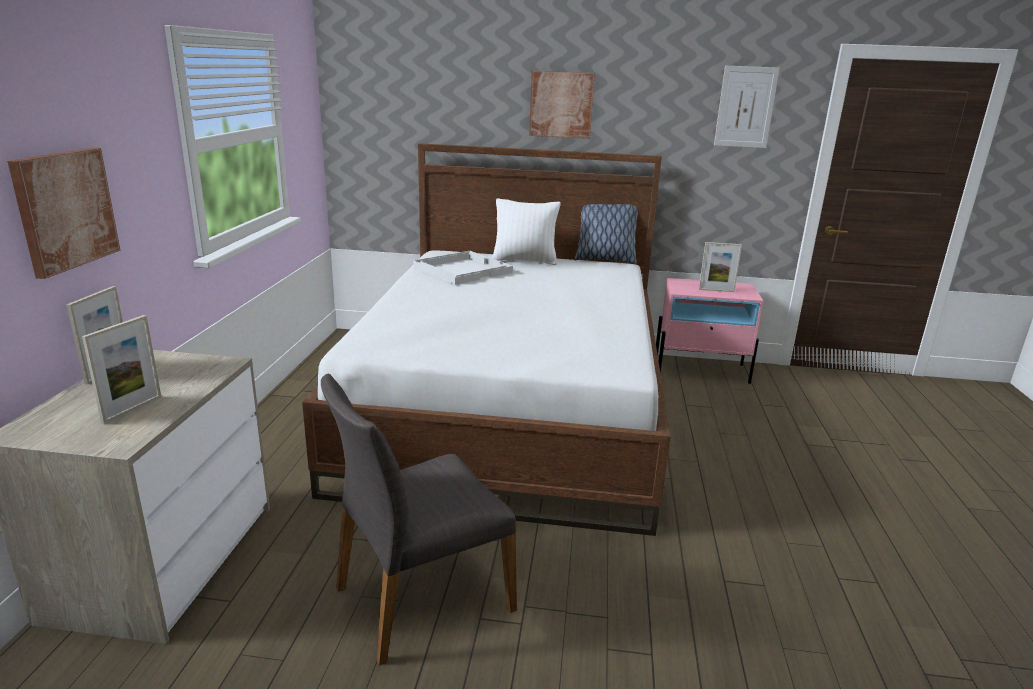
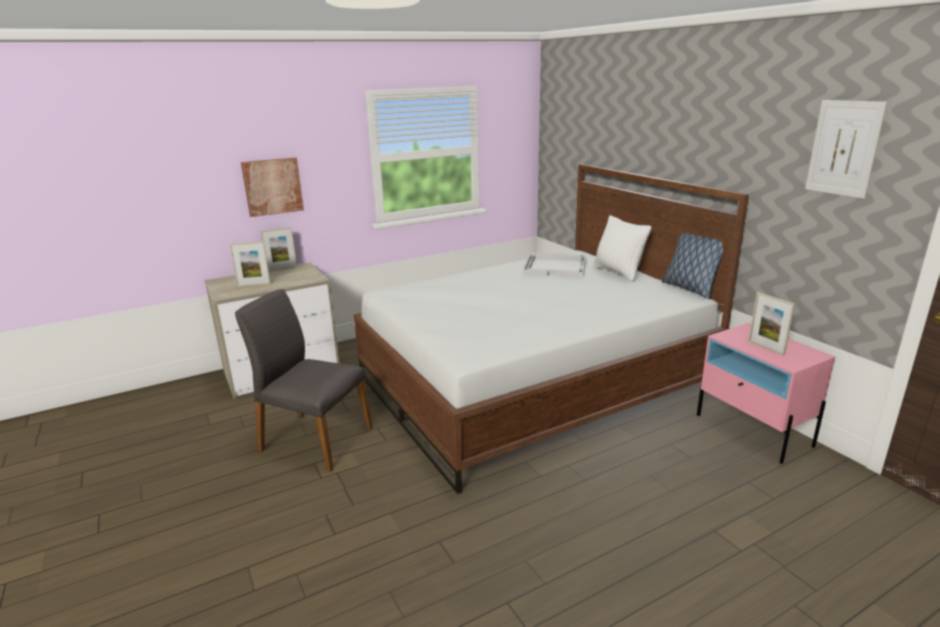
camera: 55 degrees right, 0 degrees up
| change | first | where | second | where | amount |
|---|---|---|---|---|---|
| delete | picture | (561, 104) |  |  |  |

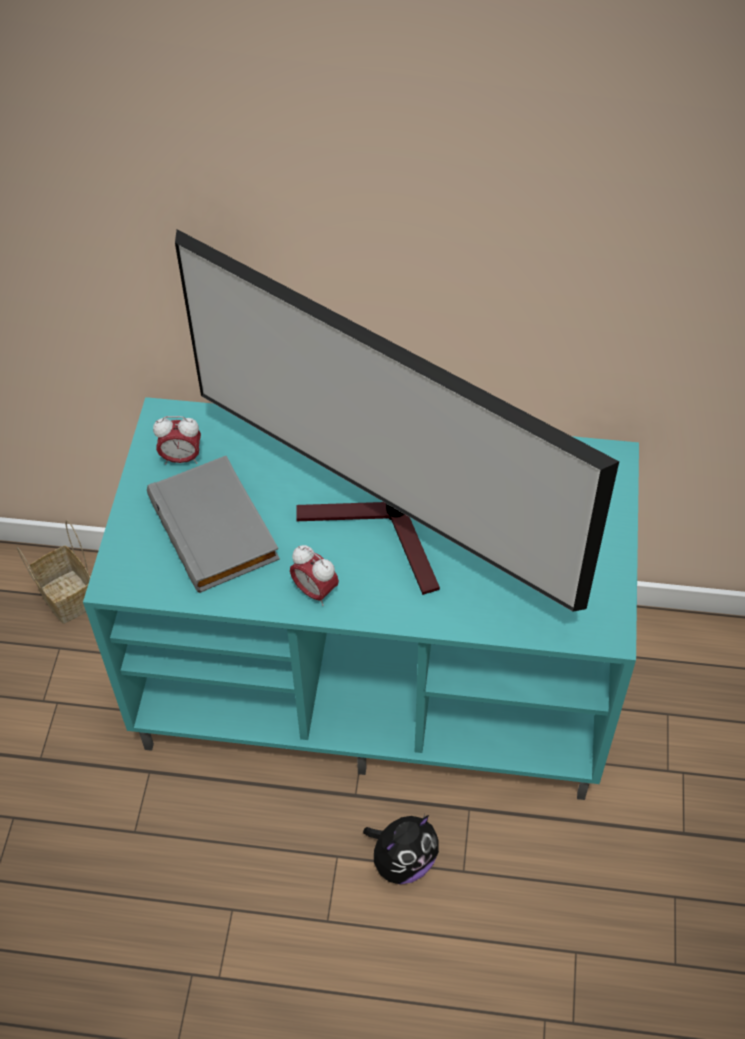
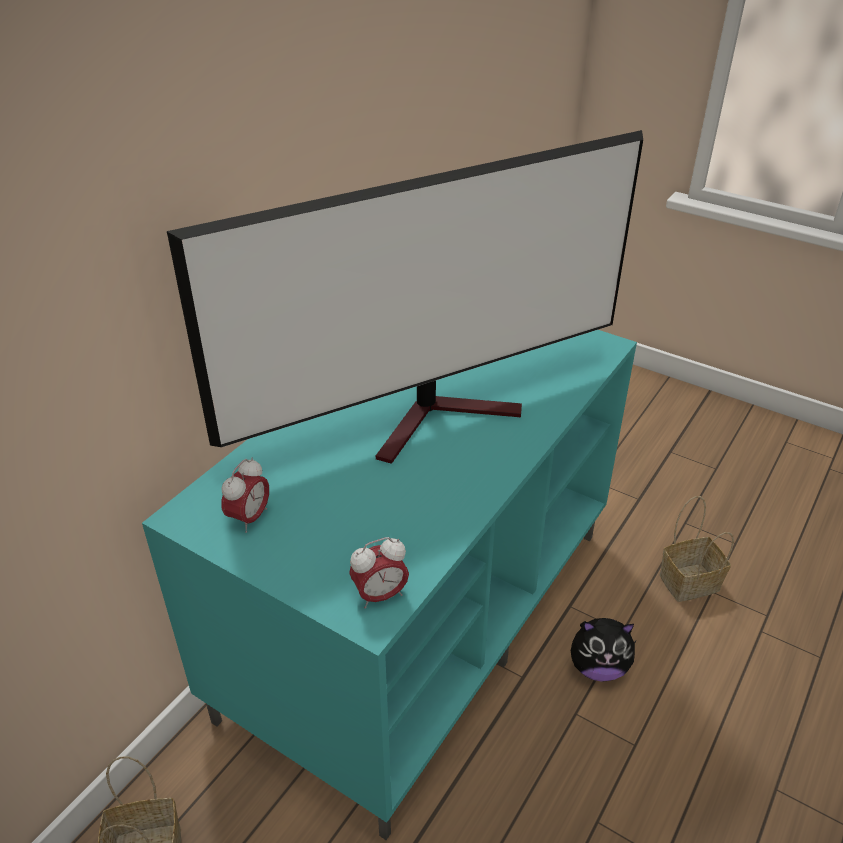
camera: 65 degrees left, 15 degrees down
| change | first | where | second | where | amount |
|---|---|---|---|---|---|
| delete | grey book | (217, 528) |  |  |  |
| insert |  |  | household basket | (688, 583) |  |
| move | table clock | (315, 591) |  | (380, 595) |  |
| rotate | plush toy | (403, 860) |  | (598, 667) | 105 degrees clockwise |

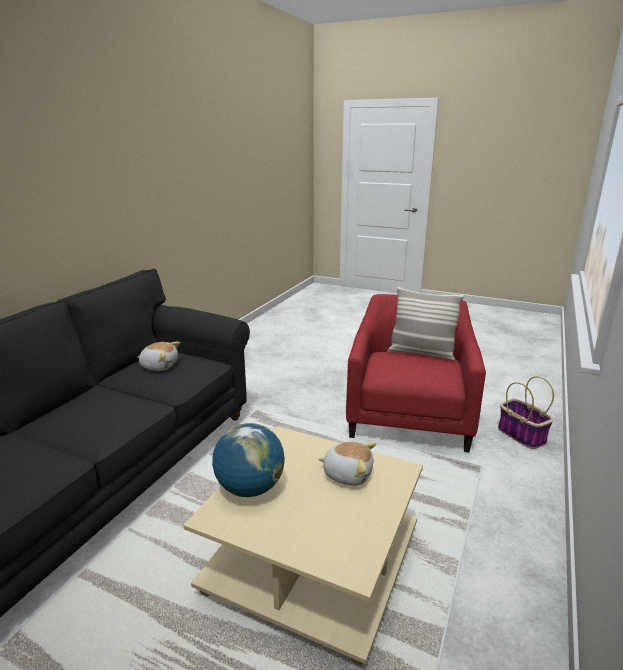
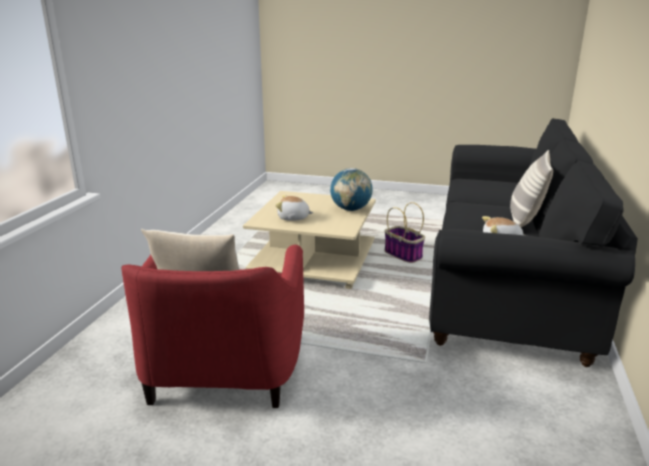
camera: 170 degrees right, 0 degrees up
| change | first | where | second | where | amount |
|---|---|---|---|---|---|
| insert |  |  | pillow | (525, 220) |  |
| move | household basket | (520, 435) |  | (404, 255) |  |

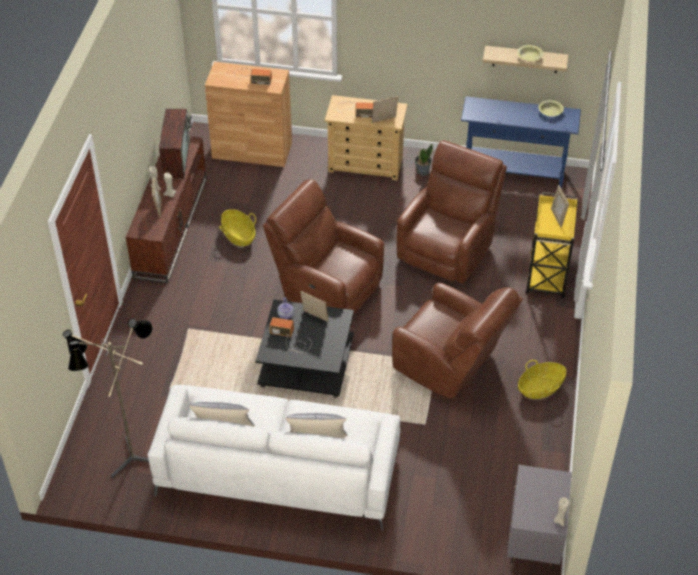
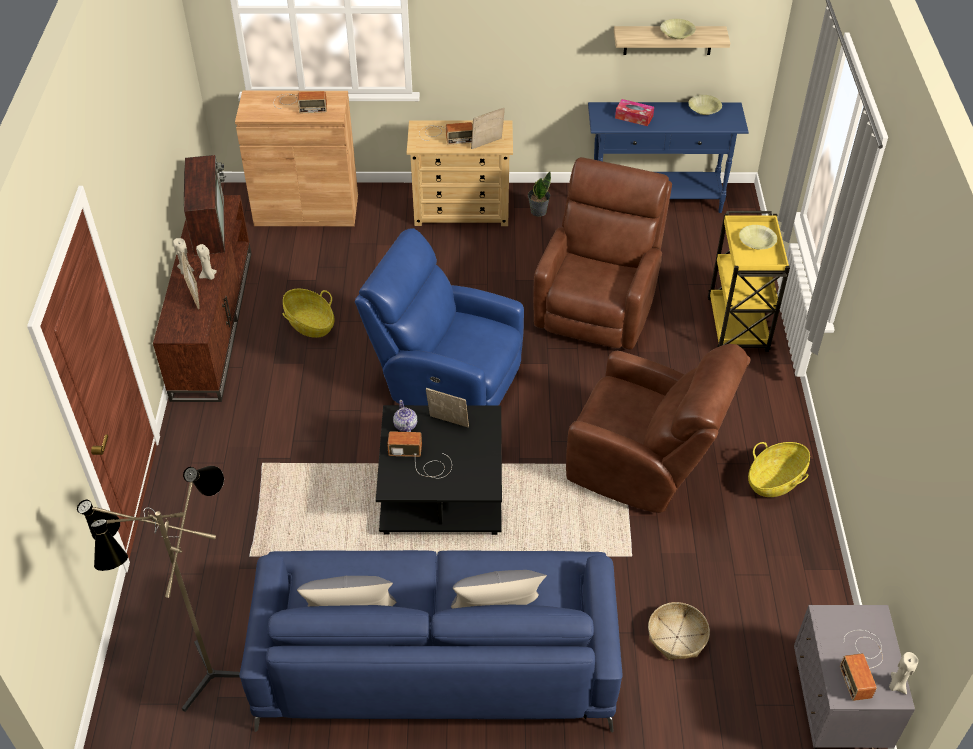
camera: 10 degrees left, 0 degrees up
| change | first | where | second | where | amount |
|---|---|---|---|---|---|
| insert |  |  | tissue holder | (634, 117) |  |
| insert |  |  | household basket | (676, 637) |  |
| insert |  |  | radio | (861, 663) |  |
| replace | photo frame | (558, 217) | yellow serving bowl | (757, 242) |  |
| recolor | white sofa | (278, 468) | bluish sofa | (436, 656) |  |
| recolor | brown-coloured easy chair | (326, 288) | bluish easy chair | (447, 379) |  |

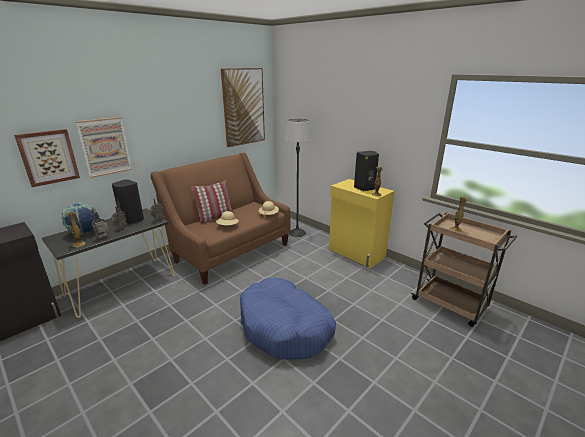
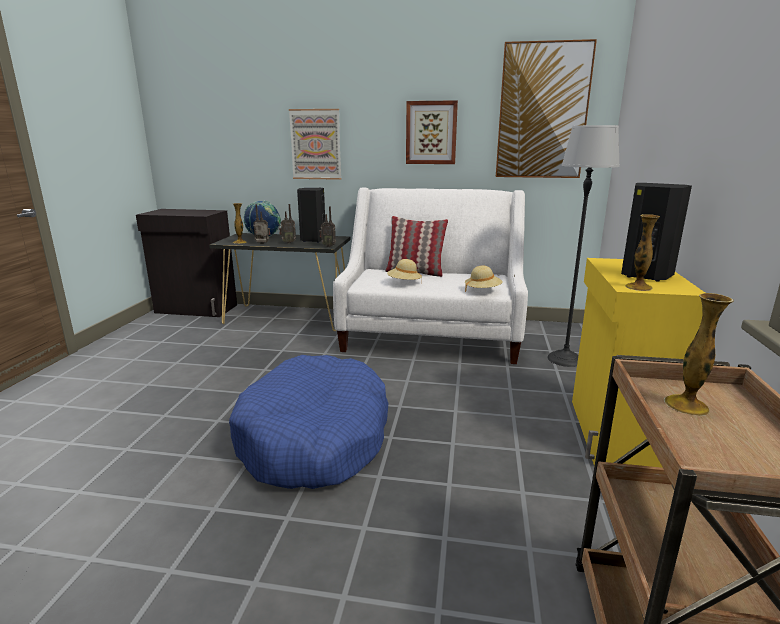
camera: 55 degrees right, 5 degrees down
| change | first | where | second | where | amount |
|---|---|---|---|---|---|
| move | picture | (48, 157) |  | (431, 133) |  |
| recolor | brown-coloured sofa | (229, 251) | white sofa | (431, 336) |  |

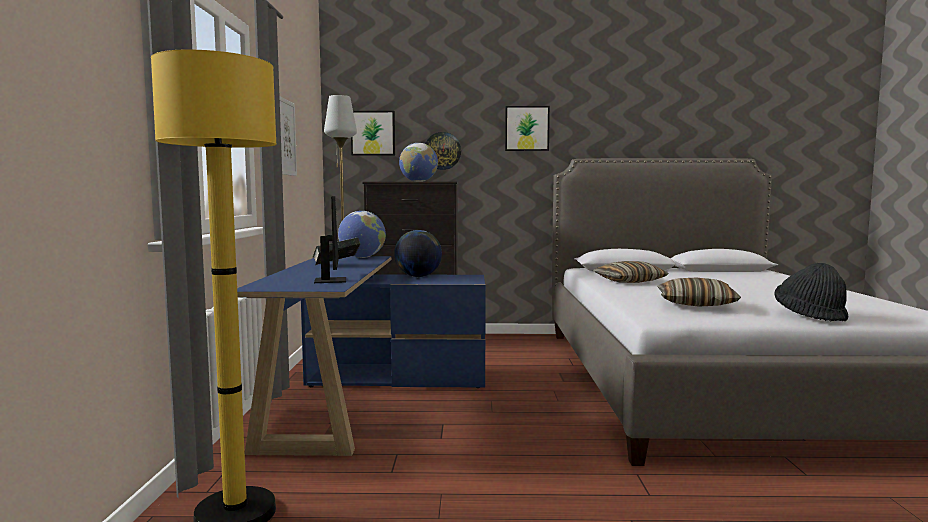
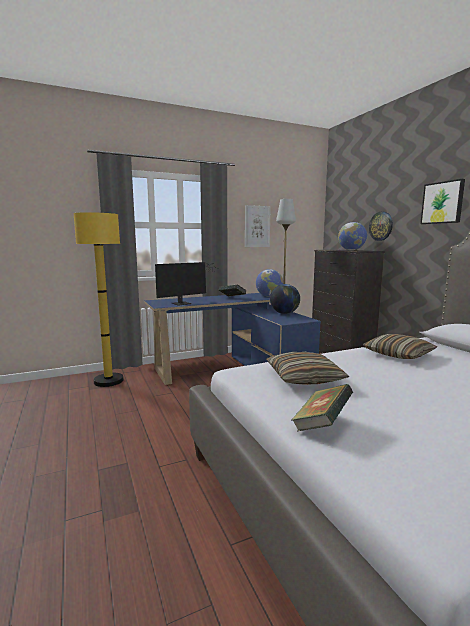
camera: 65 degrees right, 5 degrees up
| change | first | where | second | where | amount |
|---|---|---|---|---|---|
| delete | picture | (373, 133) |  |  |  |
| replace | black-coloured clothing hat | (809, 315) | book | (321, 424) |  |

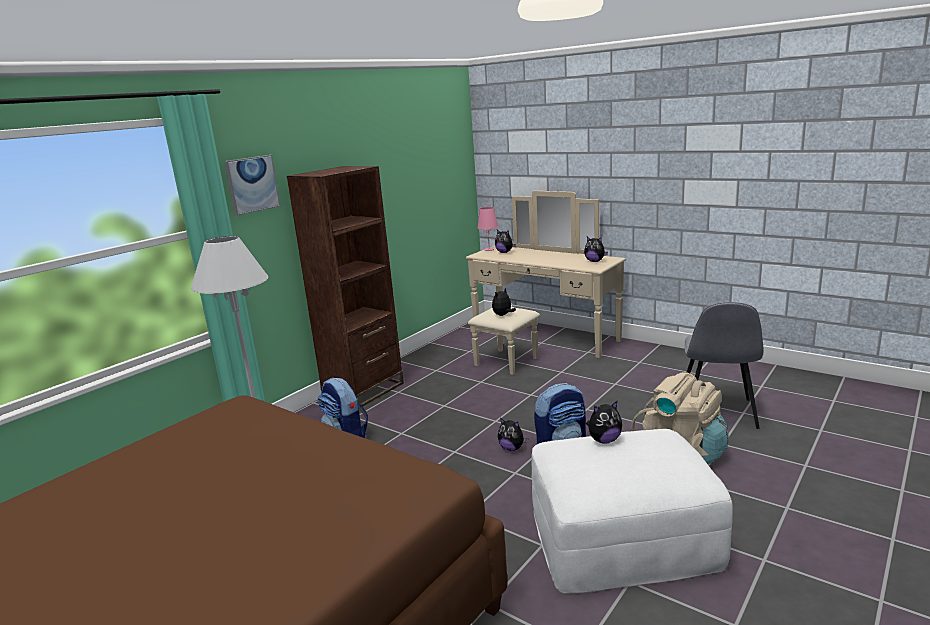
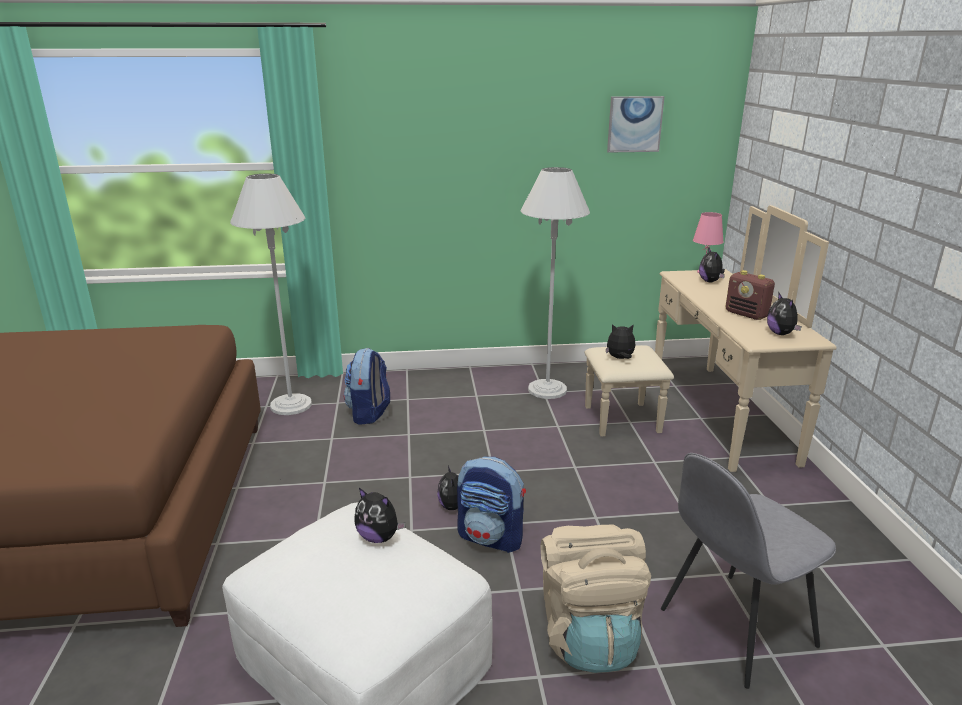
camera: 45 degrees right, 5 degrees up
| change | first | where | second | where | amount |
|---|---|---|---|---|---|
| delete | brown-coloured bookcase | (364, 391) |  |  |  |
| insert |  |  | white floor lamp | (547, 389) |  |
| insert |  |  | radio | (747, 314) |  |
| move | picture | (252, 184) |  | (634, 124) |  |

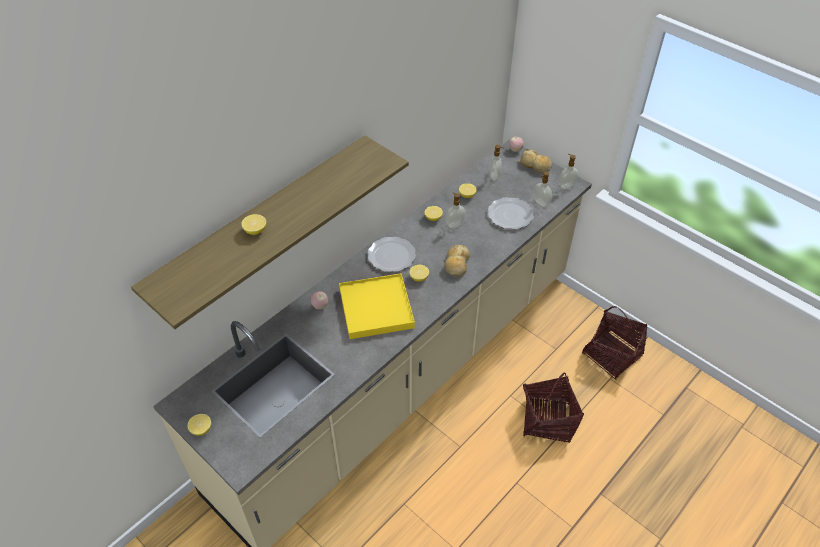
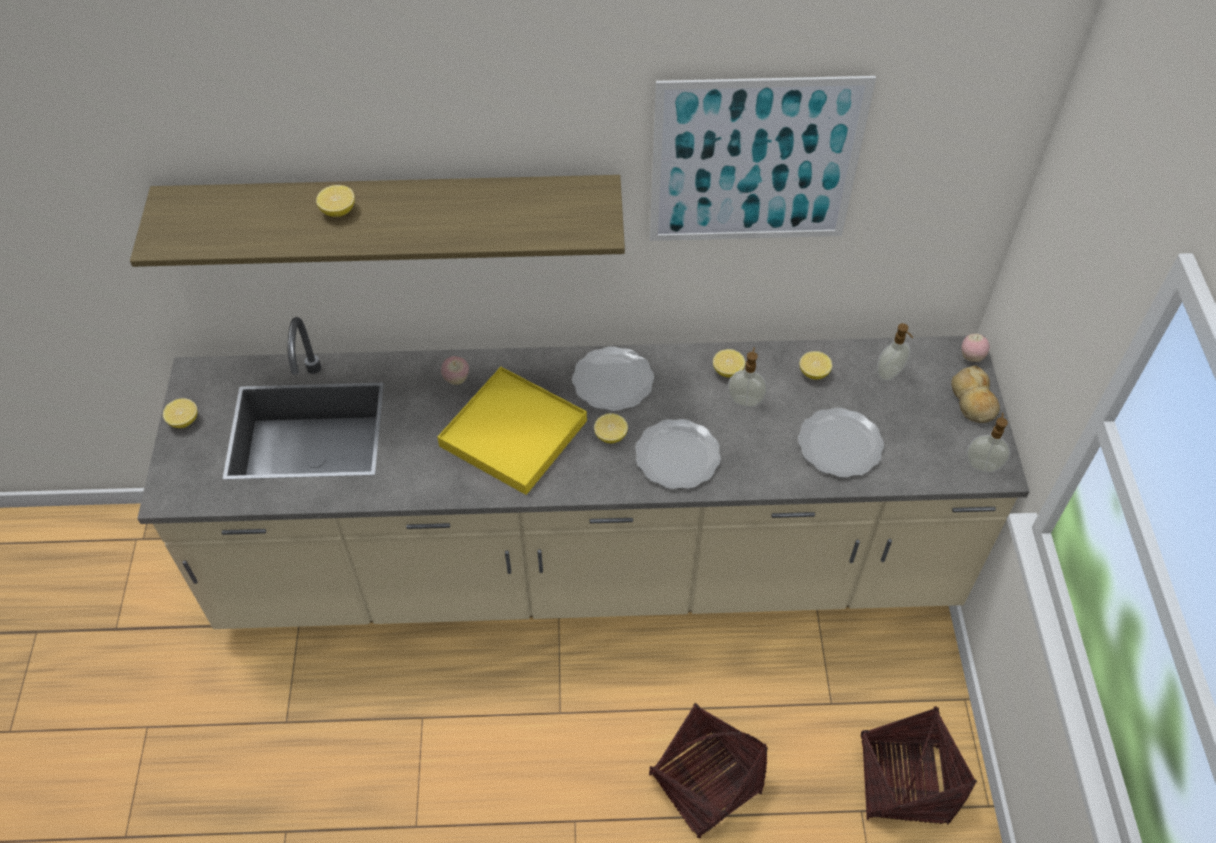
camera: 45 degrees right, 5 degrees up
| change | first | where | second | where | amount |
|---|---|---|---|---|---|
| delete | liquid soap bottle | (540, 203) |  |  |  |
| insert |  |  | picture | (755, 162) |  |
| replace | baked bread | (456, 265) | plate | (679, 456) |  |

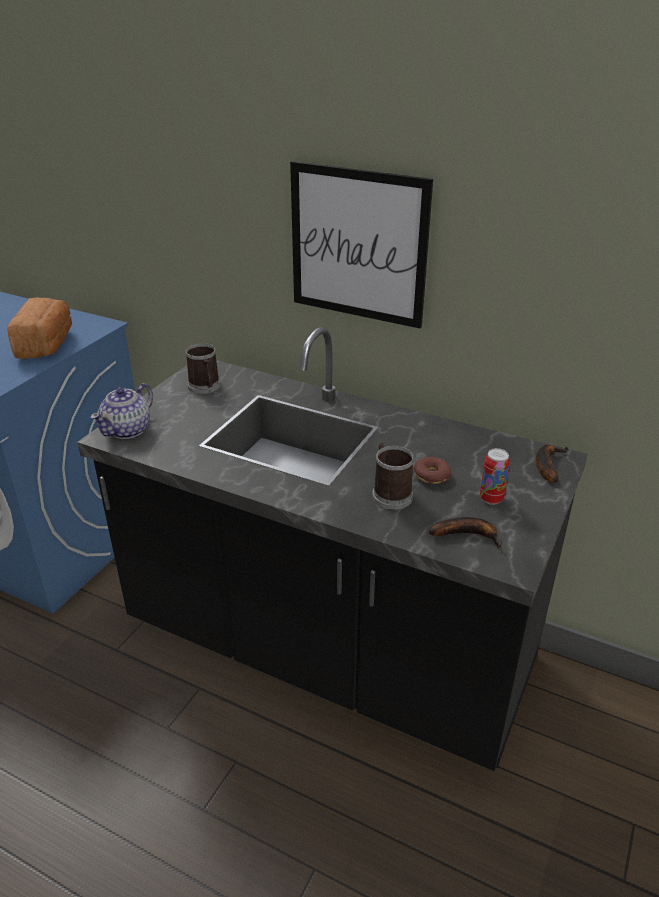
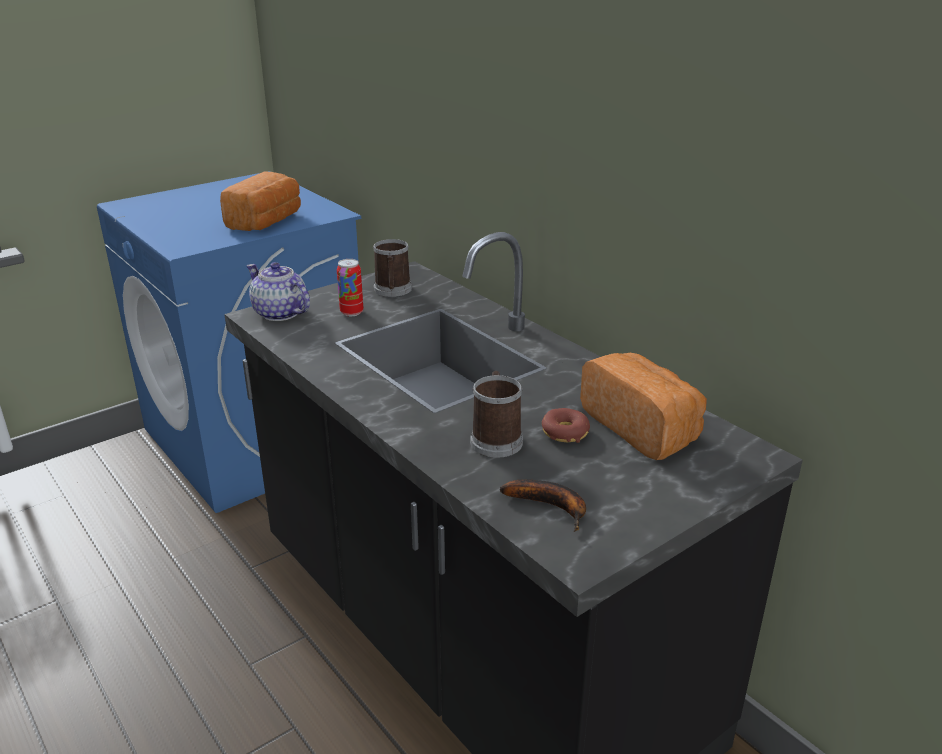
camera: 25 degrees right, 5 degrees down
| change | first | where | second | where | amount |
|---|---|---|---|---|---|
| delete | picture | (358, 245) |  |  |  |
| delete | whole banana | (547, 465) |  |  |  |
| insert |  |  | baked bread | (642, 427) |  |
| move | sealed can | (491, 499) |  | (351, 312) |  |
| rotate | pot for tea | (128, 430) |  | (280, 313) | 75 degrees clockwise |

